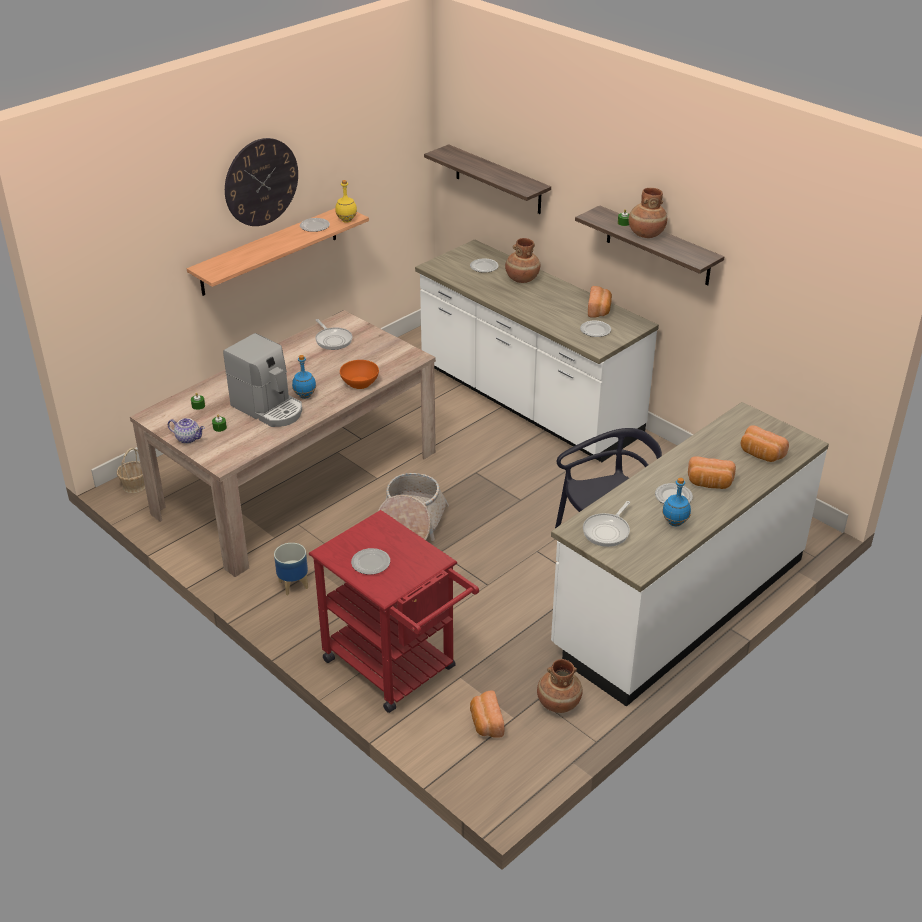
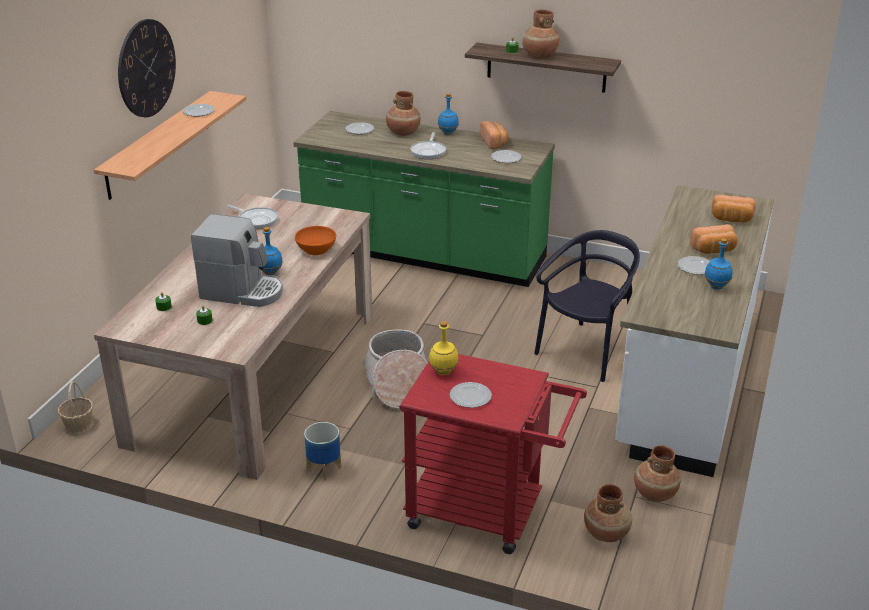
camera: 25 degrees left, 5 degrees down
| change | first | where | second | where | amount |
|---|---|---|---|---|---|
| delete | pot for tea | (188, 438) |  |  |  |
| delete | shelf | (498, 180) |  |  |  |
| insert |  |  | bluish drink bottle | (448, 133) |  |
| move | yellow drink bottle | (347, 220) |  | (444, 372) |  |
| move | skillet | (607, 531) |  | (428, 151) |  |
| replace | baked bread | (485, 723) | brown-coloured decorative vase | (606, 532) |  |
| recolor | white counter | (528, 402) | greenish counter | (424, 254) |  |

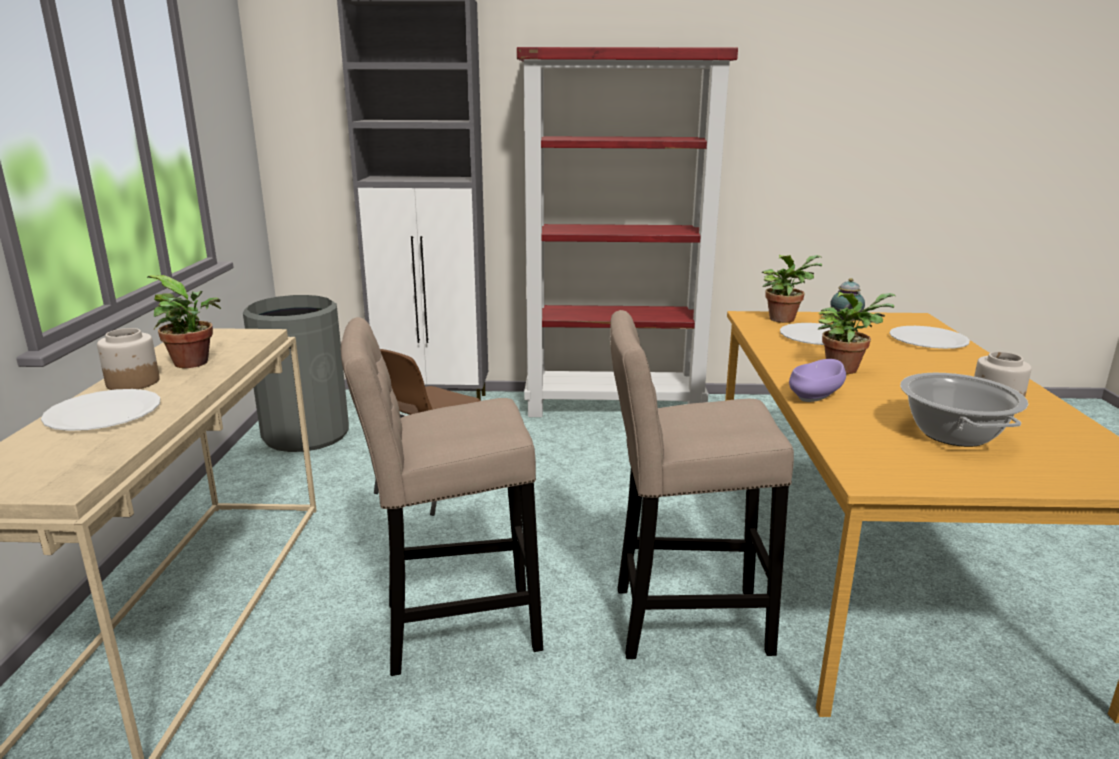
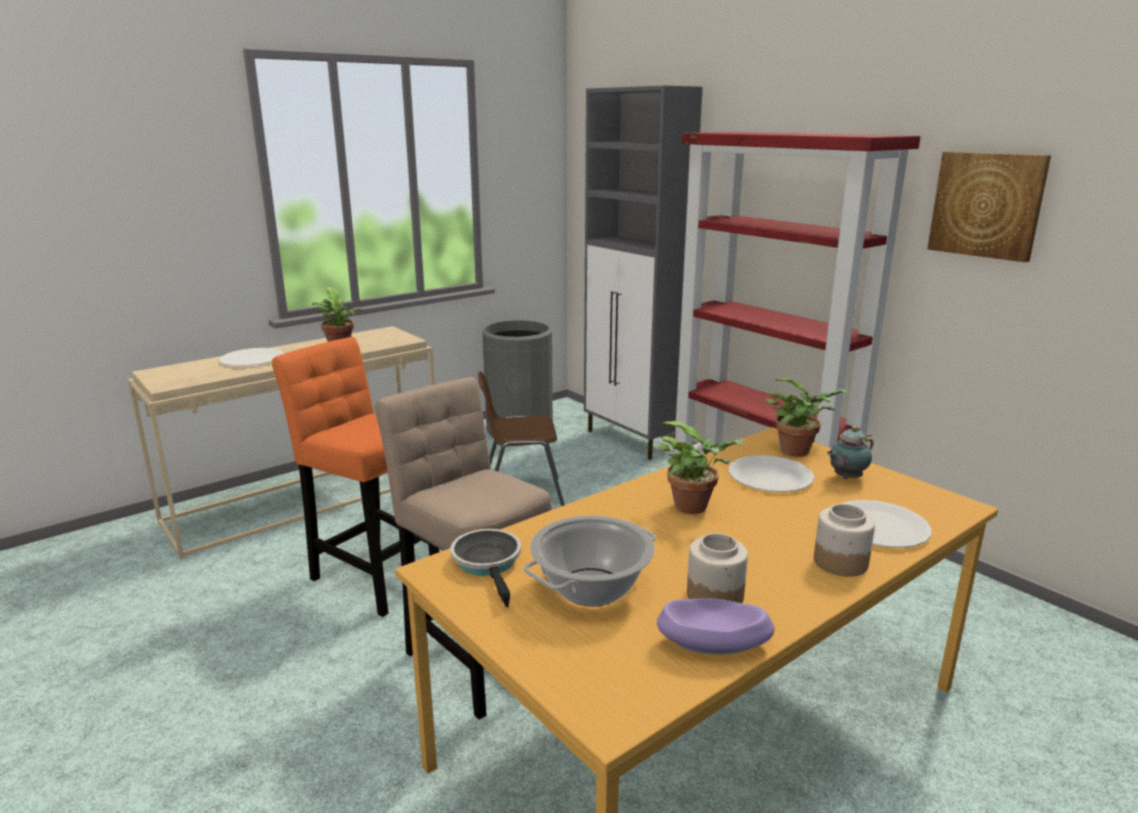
camera: 50 degrees right, 0 degrees up
| change | first | where | second | where | amount |
|---|---|---|---|---|---|
| insert |  |  | skillet | (488, 564) |  |
| insert |  |  | picture | (987, 205) |  |
| move | jar | (132, 382) |  | (839, 562) |  |
| move | purple serving bowl | (815, 394) |  | (713, 644) |  |
| recolor | beige-coloured stool seat | (451, 628) | orangey stool seat | (372, 576) |  |

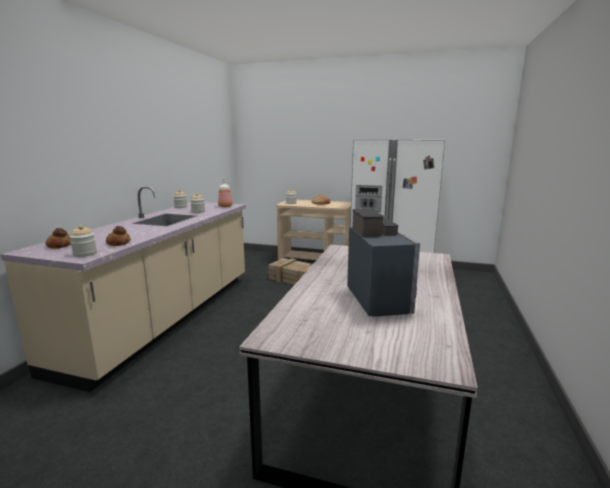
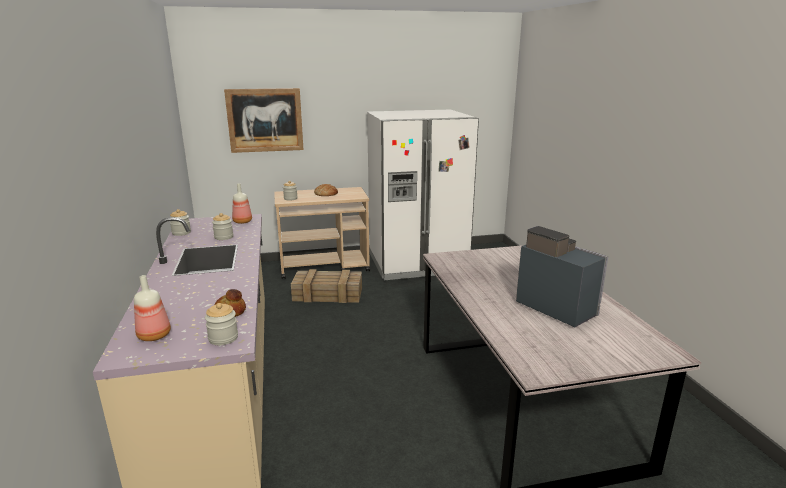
camera: 30 degrees left, 5 degrees up
| change | first | where | second | where | amount |
|---|---|---|---|---|---|
| insert |  |  | picture | (265, 120) |  |
| replace | baked bread | (60, 245) | drink bottle | (155, 335) |  |

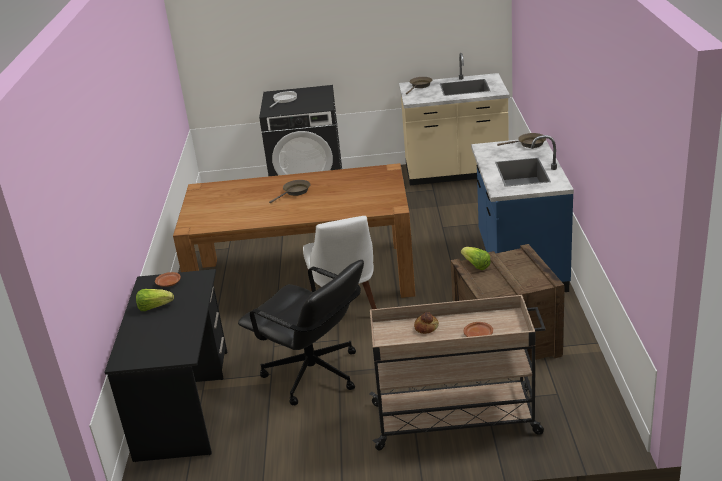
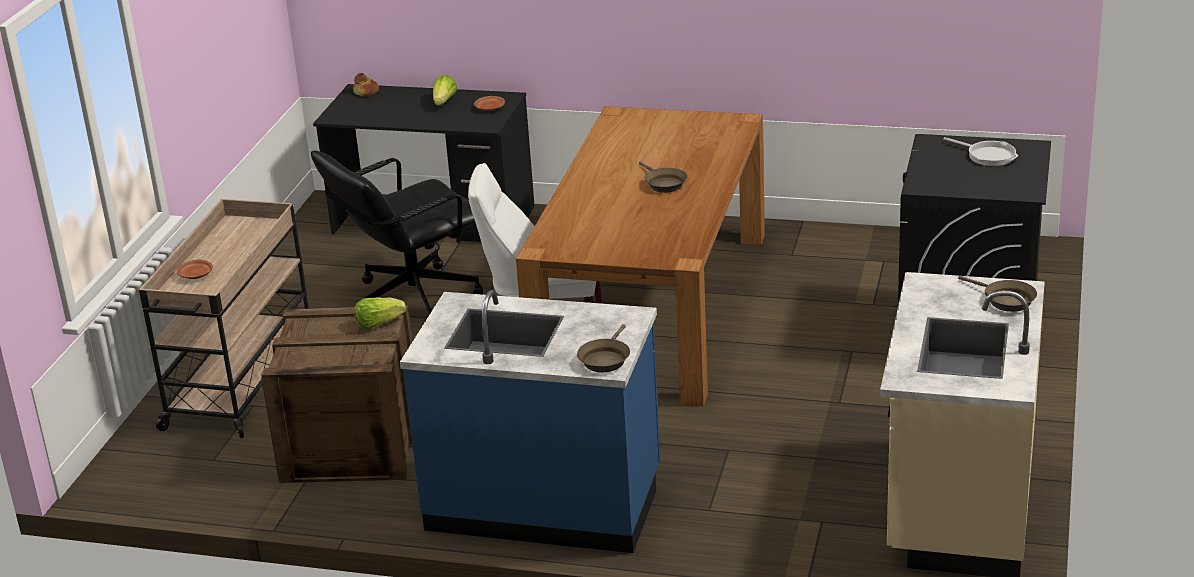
camera: 105 degrees right, 0 degrees up
| change | first | where | second | where | amount |
|---|---|---|---|---|---|
| move | baked bread | (426, 327) |  | (366, 92) |  |

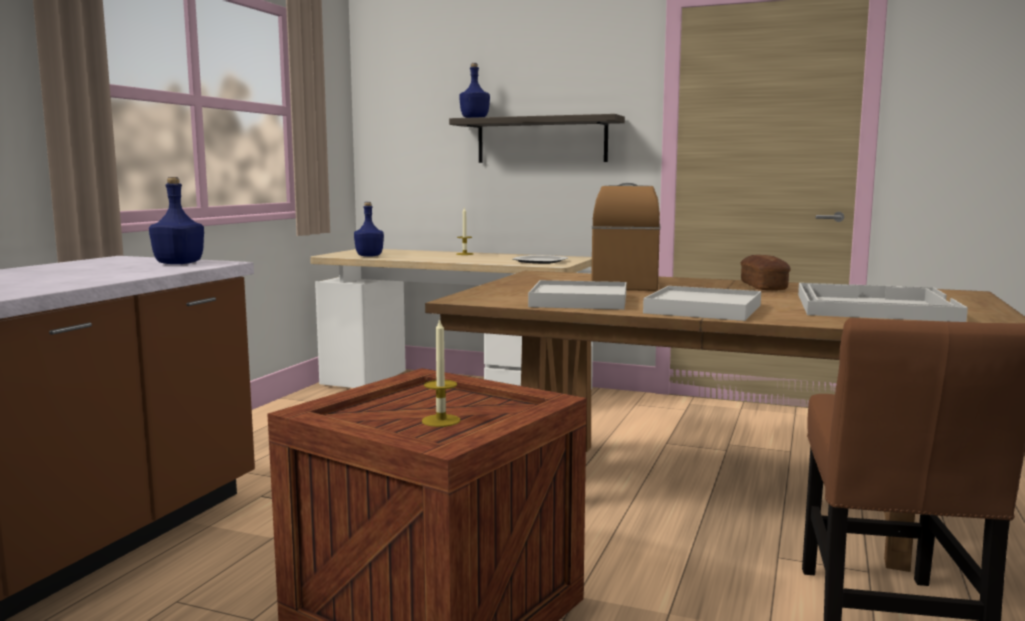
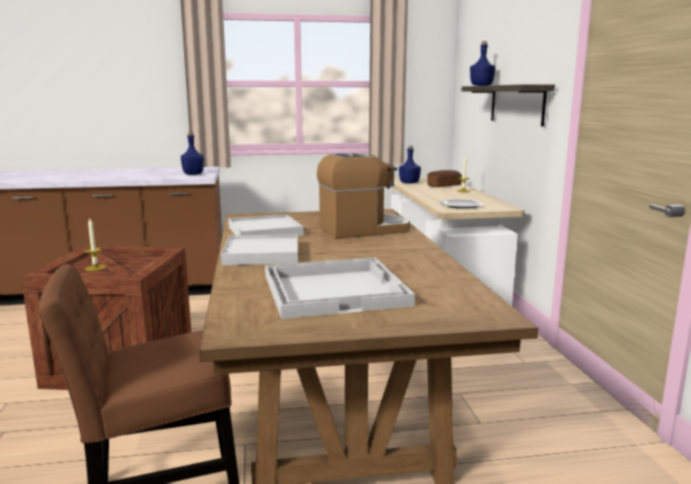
camera: 60 degrees right, 5 degrees up
| change | first | where | second | where | amount |
|---|---|---|---|---|---|
| move | baked bread | (763, 287) |  | (444, 186) |  |

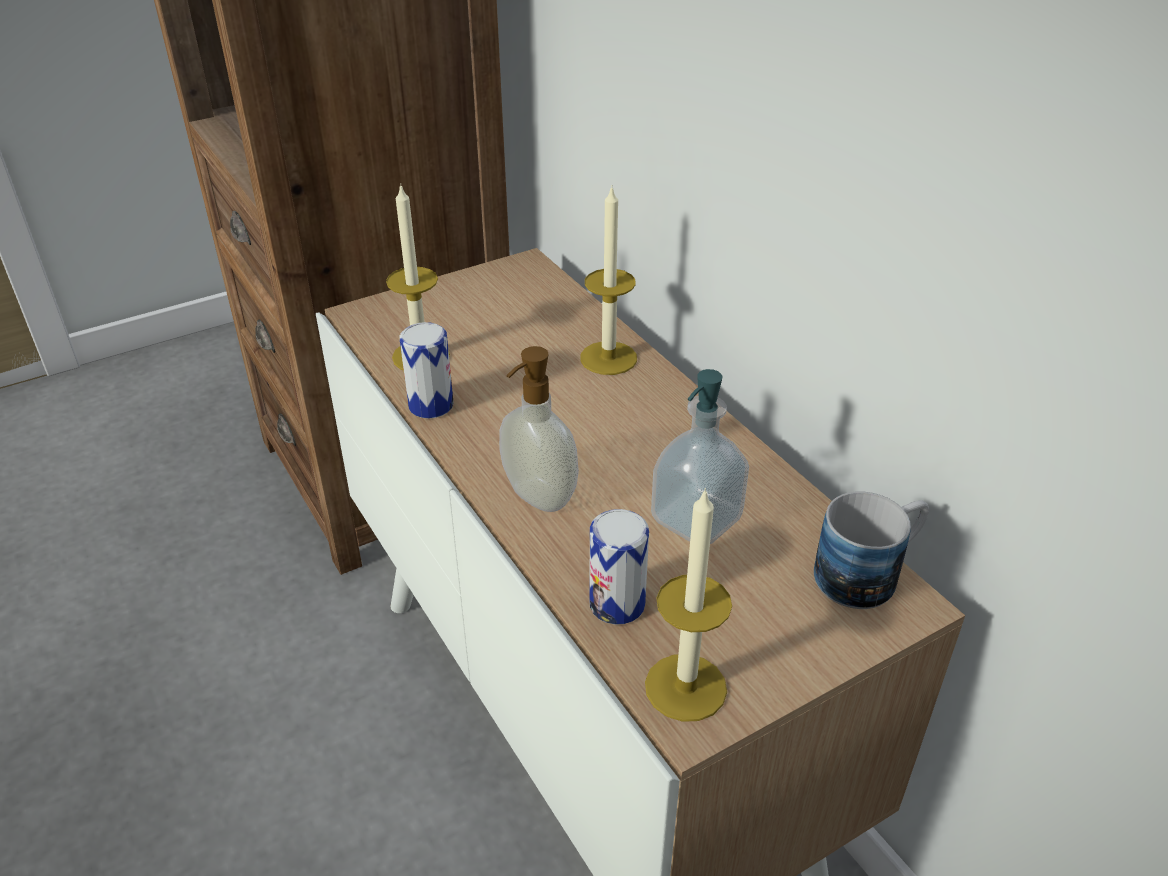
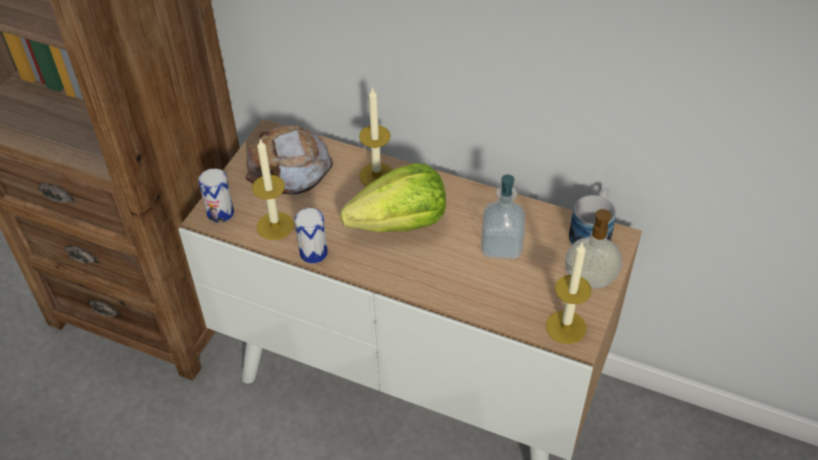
camera: 35 degrees left, 10 degrees up
| change | first | where | second | where | amount |
|---|---|---|---|---|---|
| insert |  |  | baked bread | (288, 167) |  |
| insert |  |  | lettuce | (400, 224) |  |
| move | liquid soap bottle | (537, 497) |  | (589, 282) |  |
| move | sealed can | (617, 604) |  | (220, 213) |  |

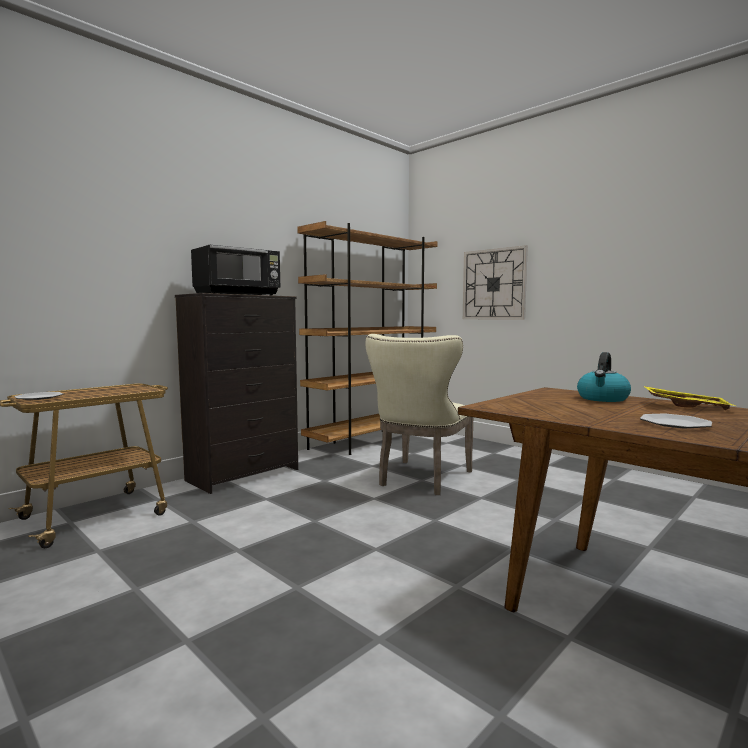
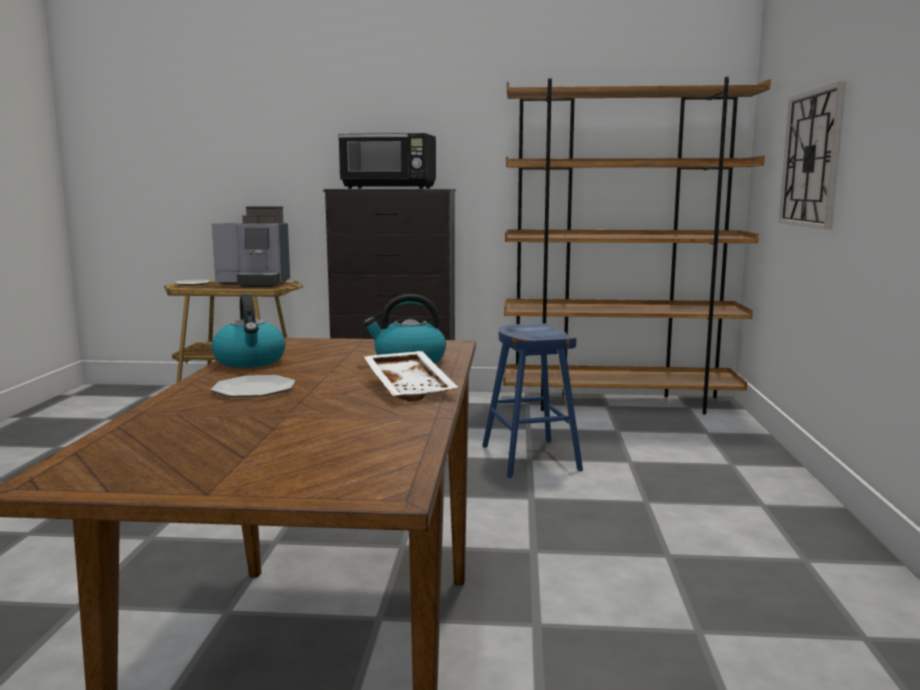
camera: 50 degrees right, 5 degrees up
| change | first | where | second | where | amount |
|---|---|---|---|---|---|
| insert |  |  | coffee machine | (255, 283) |  |
| insert |  |  | water kettle | (250, 361) |  |
| replace | beige-coloured chair | (421, 479) | bluish stool seat | (530, 458) |  |
| recolor | yellow serving tray | (686, 406) | white serving tray | (411, 387) |  |

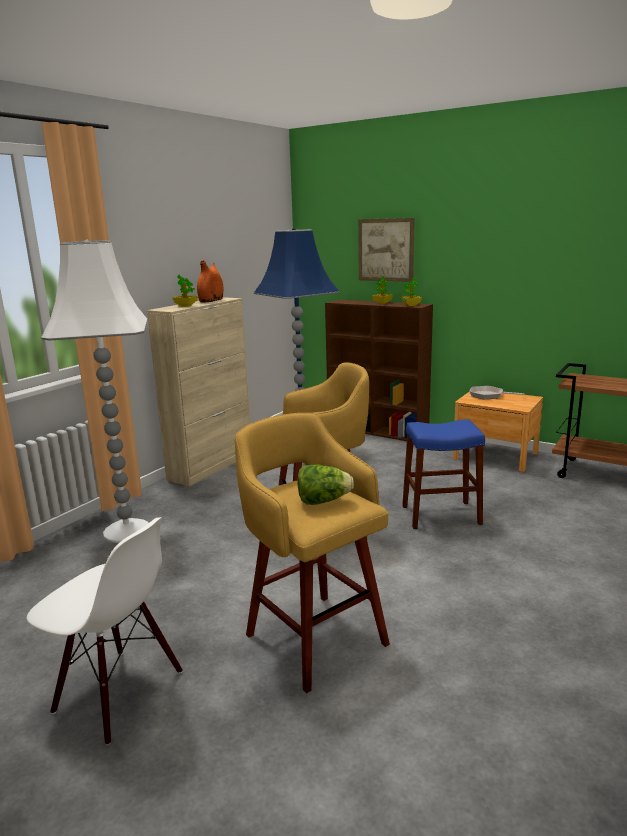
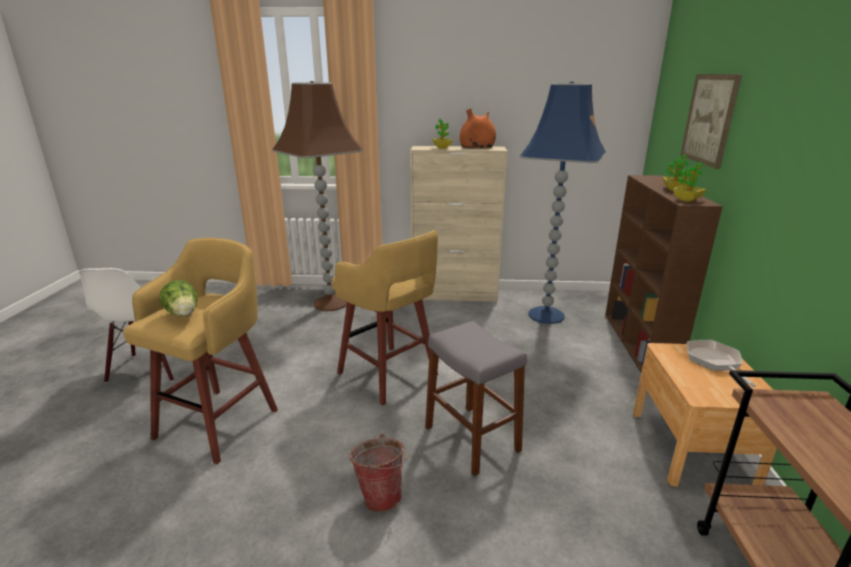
camera: 60 degrees right, 5 degrees up
| change | first | where | second | where | amount |
|---|---|---|---|---|---|
| insert |  |  | pail | (381, 495) |  |
| recolor | white floor lamp | (126, 531) | brown-coloured floor lamp | (329, 303) |  |
| recolor | bluish stool seat | (441, 515) | grey stool seat | (472, 438) |  |

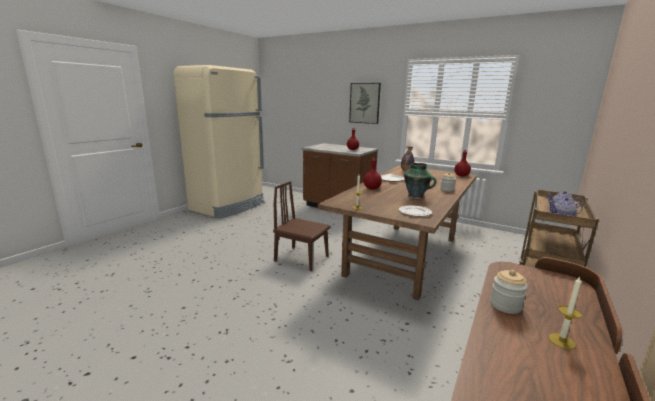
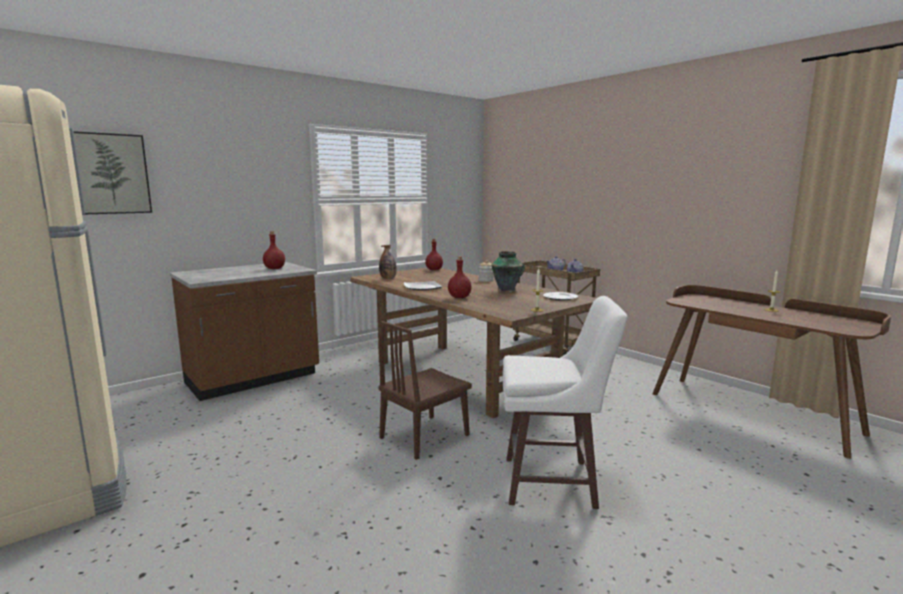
camera: 70 degrees left, 5 degrees down
| change | first | where | second | where | amount |
|---|---|---|---|---|---|
| delete | jar | (505, 305) |  |  |  |
| insert |  |  | white stool seat | (552, 483) |  |
| move | picture | (365, 103) |  | (110, 174) |  |

